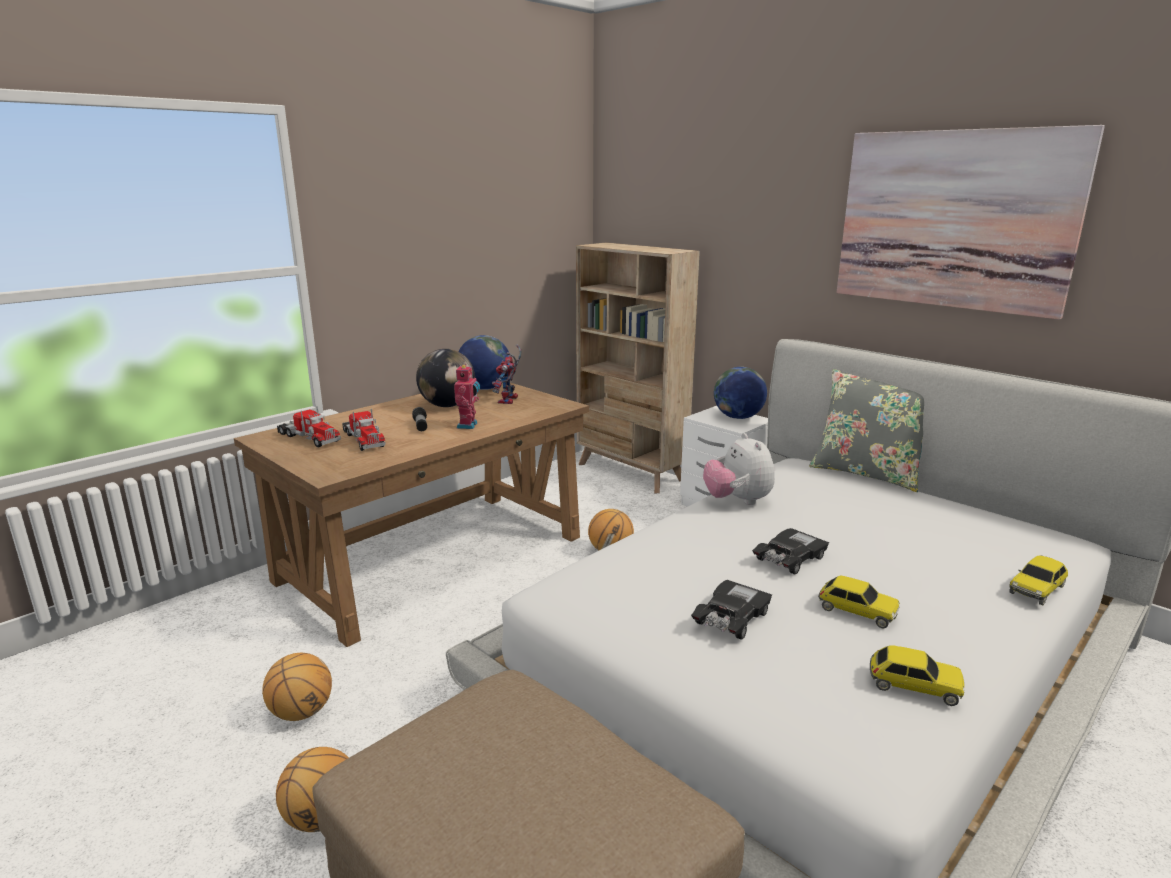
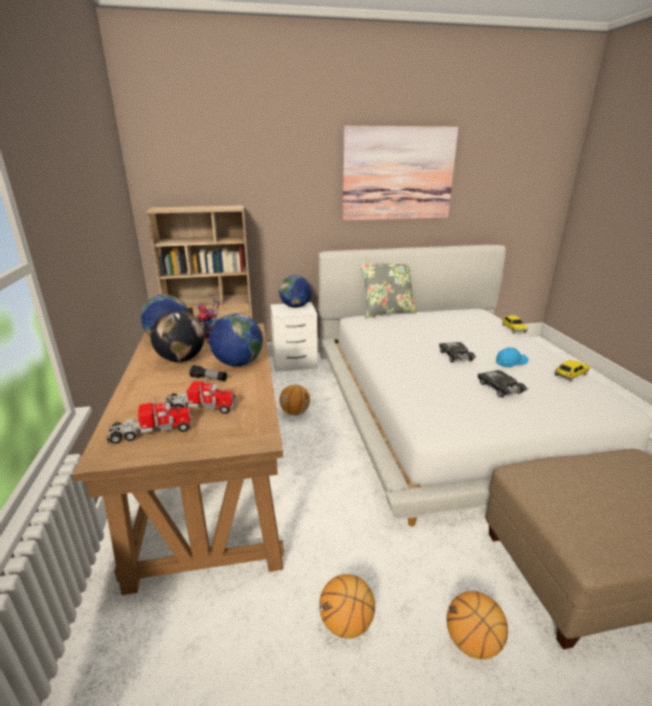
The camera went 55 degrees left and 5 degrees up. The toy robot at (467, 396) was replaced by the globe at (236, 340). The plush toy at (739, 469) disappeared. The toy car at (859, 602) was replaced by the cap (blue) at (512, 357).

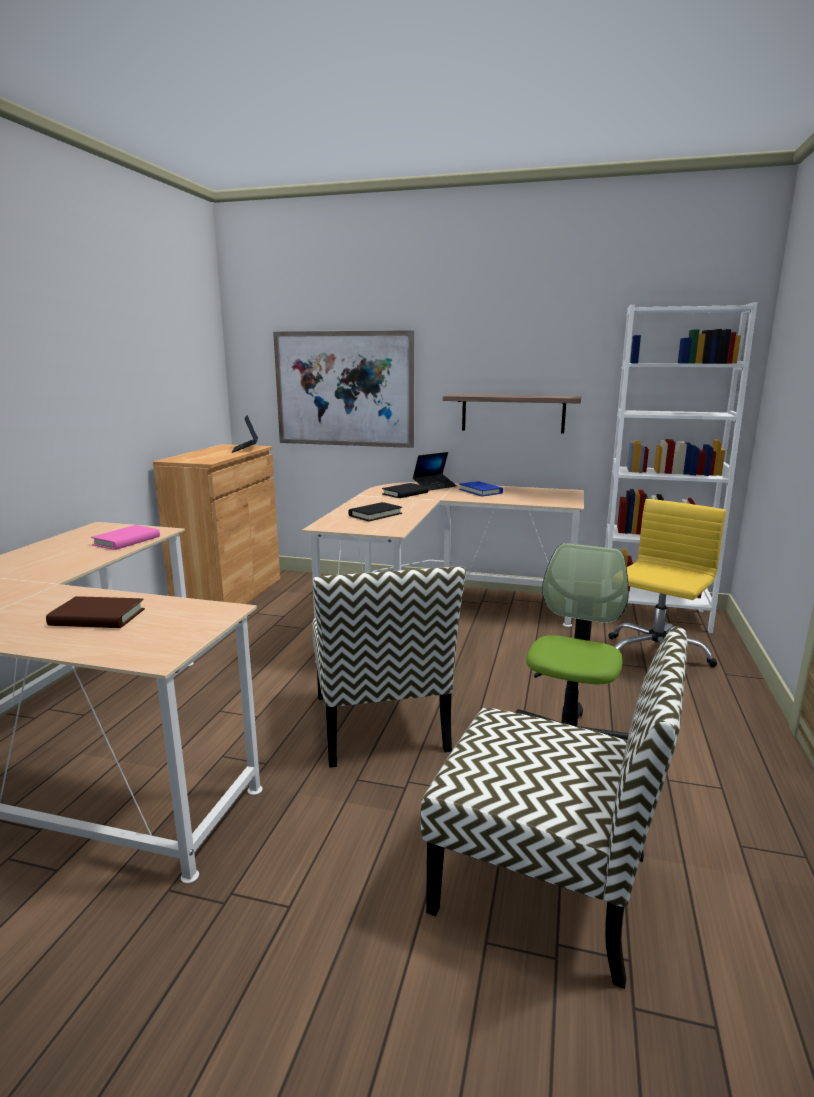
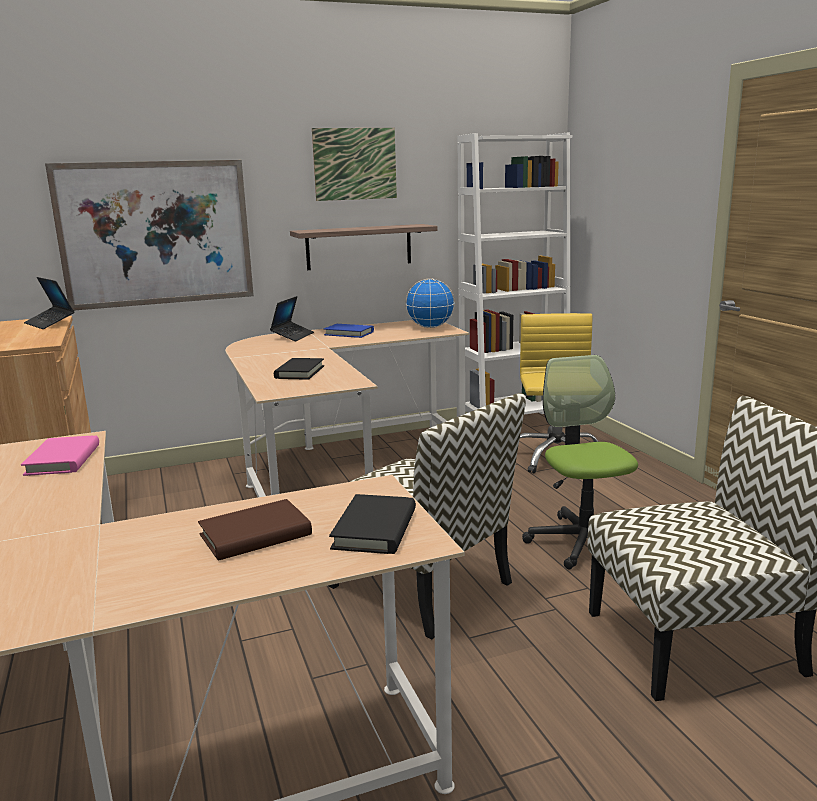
The camera went 35 degrees left and 0 degrees up. The book (black) moved from (405, 490) to (372, 524). The picture at (354, 164) appeared. The globe at (430, 303) appeared.

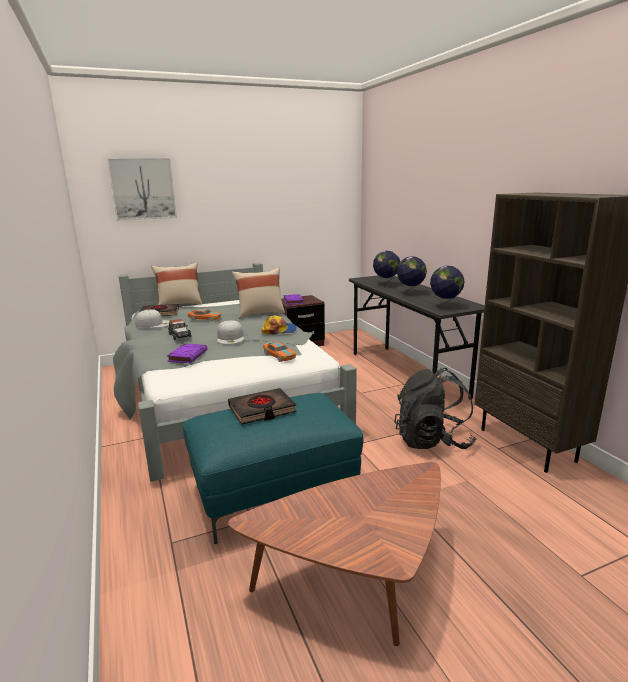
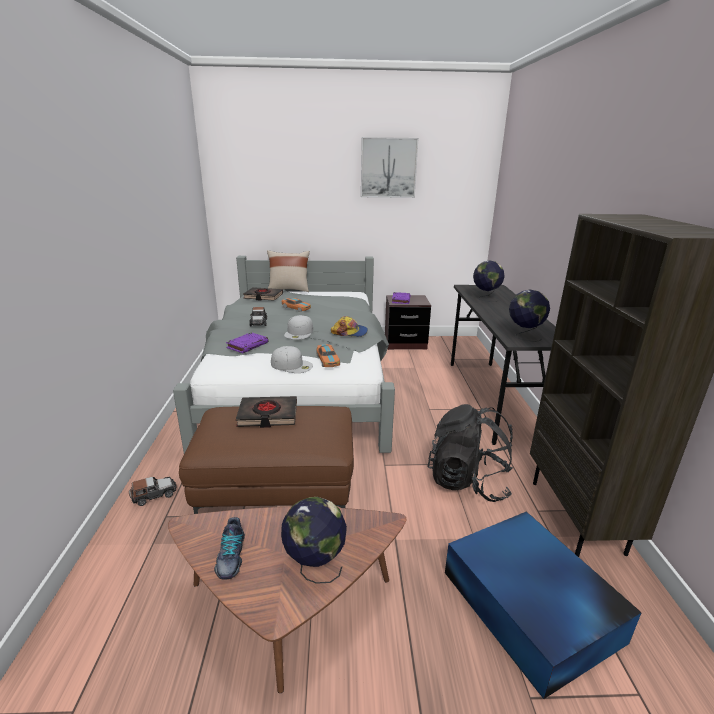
The camera went 20 degrees right and 5 degrees up. The picture moved from (142, 189) to (389, 167). The globe moved from (412, 276) to (314, 540). The pillow (beige) at (258, 293) disappeared. The cap (white) moved from (153, 318) to (292, 359). The ottoman (turquoise) at (273, 468) became the ottoman (brown) at (266, 460). The toy car at (153, 491) appeared. The storage box (blue) at (543, 605) appeared. The shoe at (229, 548) appeared.

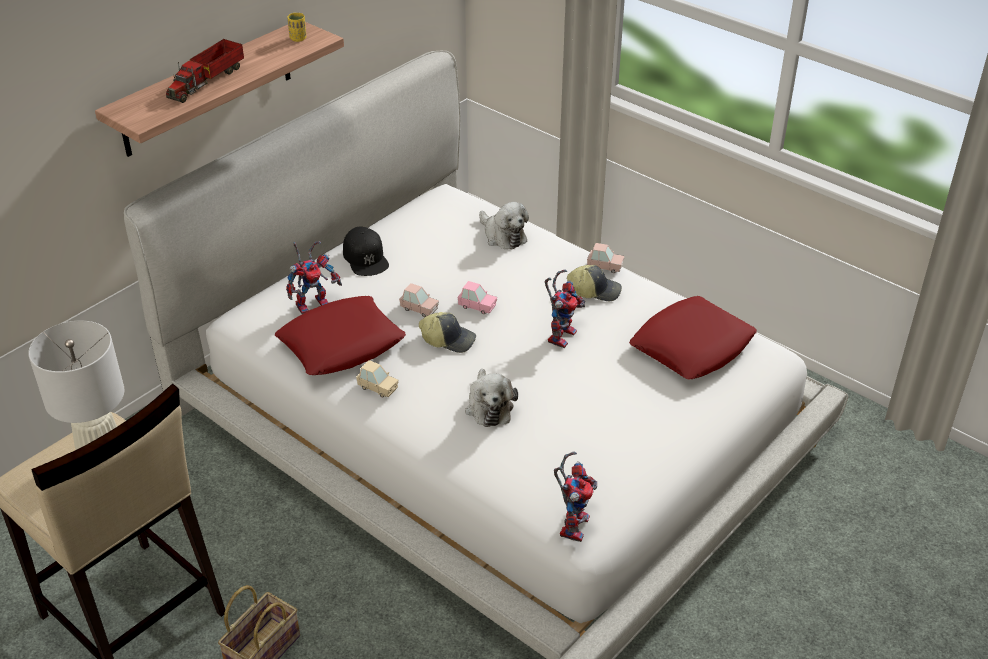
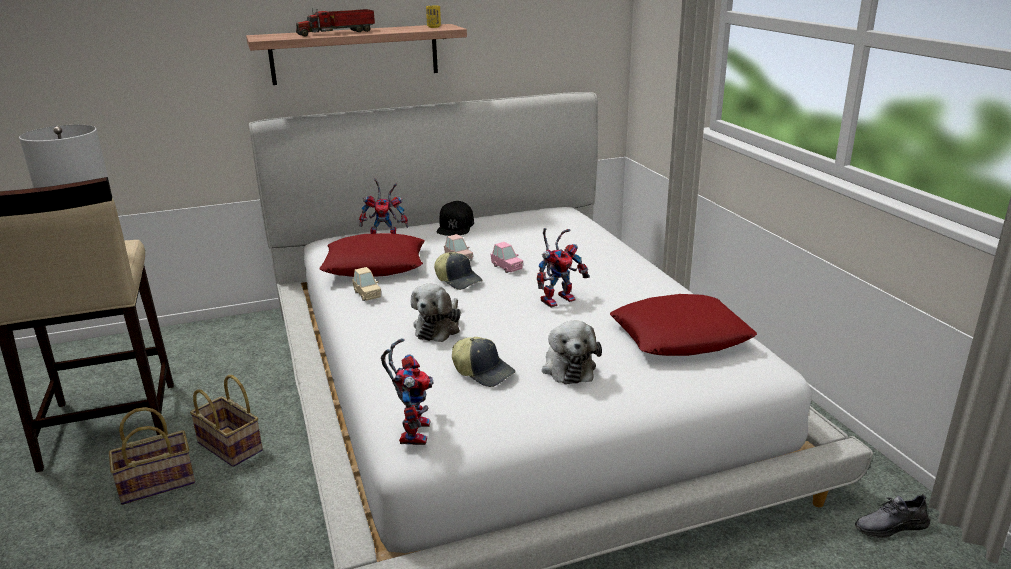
The camera went 30 degrees right and 15 degrees down. The plush toy moved from (504, 226) to (572, 352). The toy car (pink) at (605, 258) disappeared. The cap moved from (594, 283) to (483, 362). The toy robot at (575, 496) turned 45 degrees counterclockwise. The basket at (226, 421) appeared. The shoe (grey) at (892, 516) appeared.

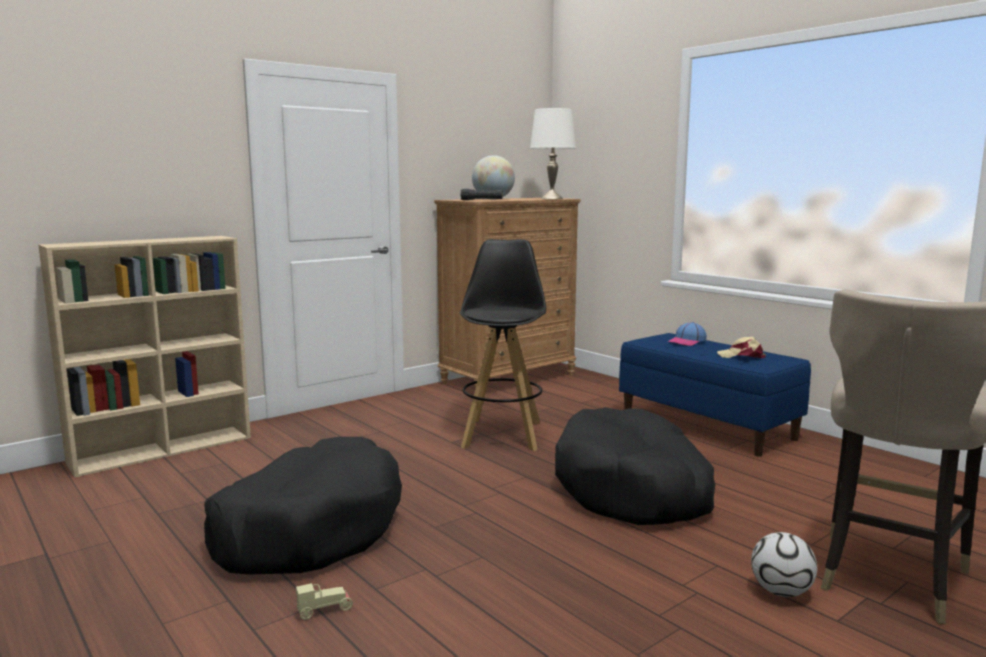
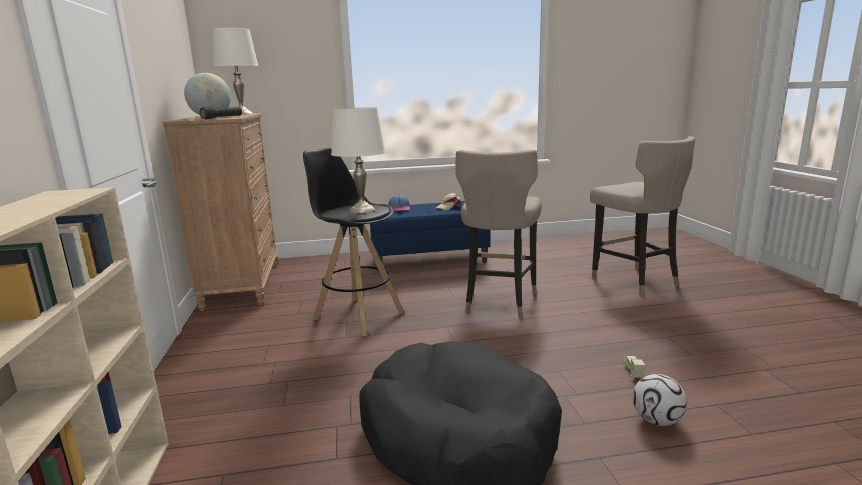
The camera went 60 degrees left and 5 degrees up. The dog bed (black) at (635, 466) was replaced by the stool (beige) at (499, 234). The football moved from (784, 564) to (660, 400). The toy car (beige) moved from (324, 601) to (634, 368). The table lamp (white) at (358, 160) appeared.

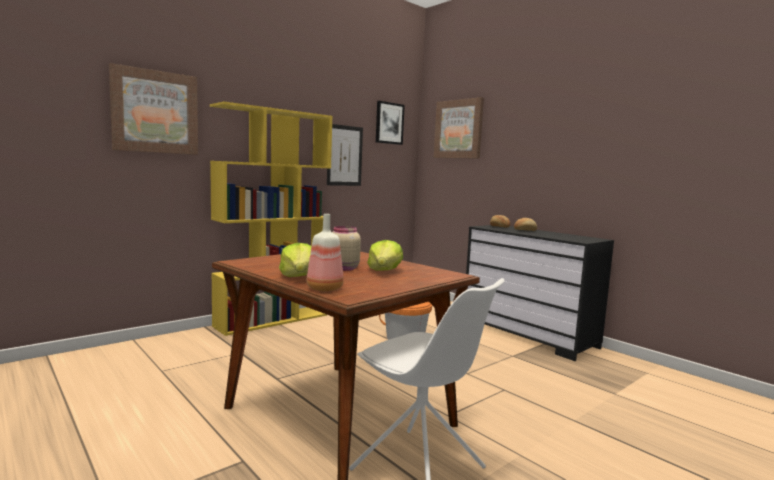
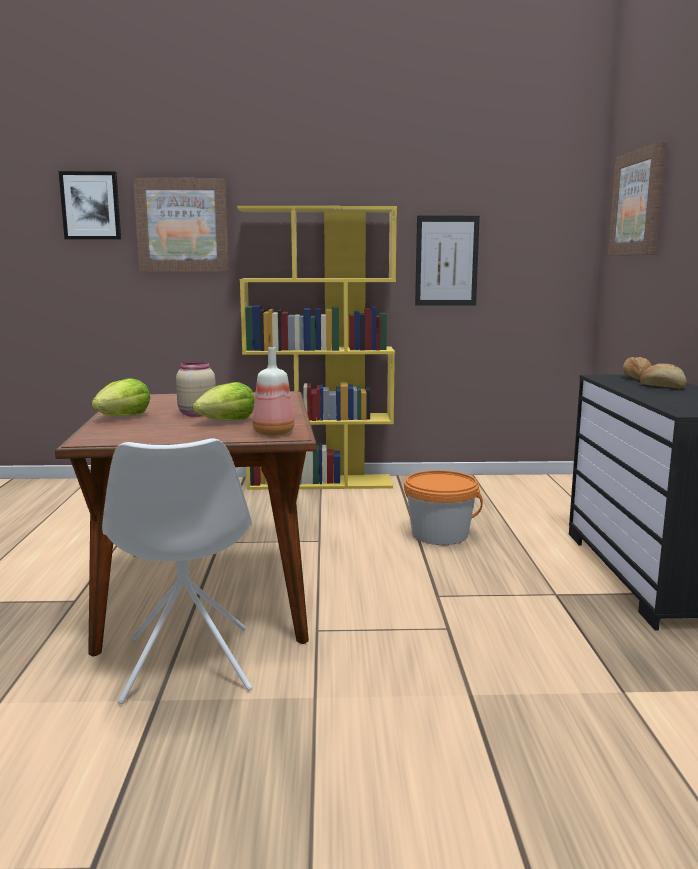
The camera went 40 degrees right and 5 degrees up. The picture moved from (390, 123) to (90, 205). The bottle moved from (325, 252) to (273, 391).

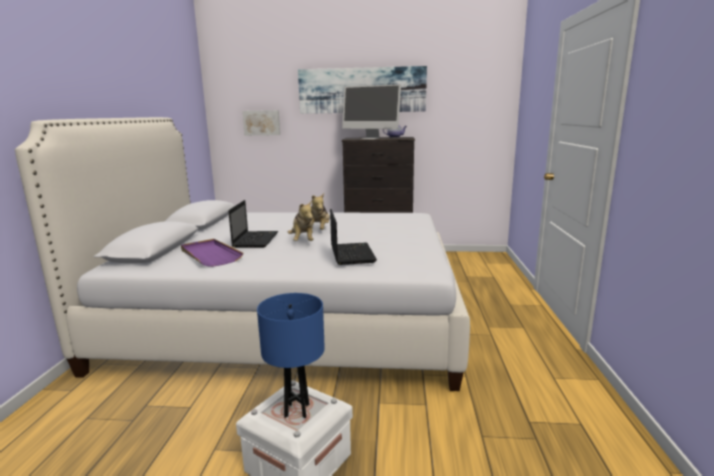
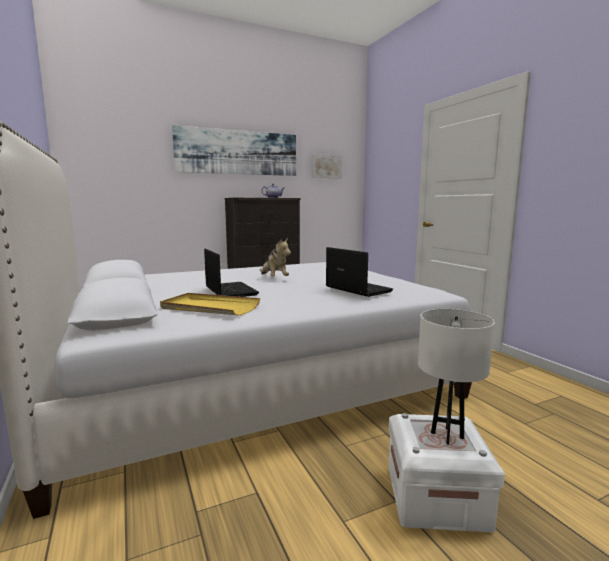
The camera went 30 degrees left and 5 degrees down. The monitor at (371, 111) disappeared. The picture moved from (261, 123) to (327, 166). The plush toy at (300, 220) disappeared. The tray (purple) at (212, 253) became the tray (yellow) at (210, 304). The table lamp (blue) at (291, 355) became the table lamp (white) at (456, 377).

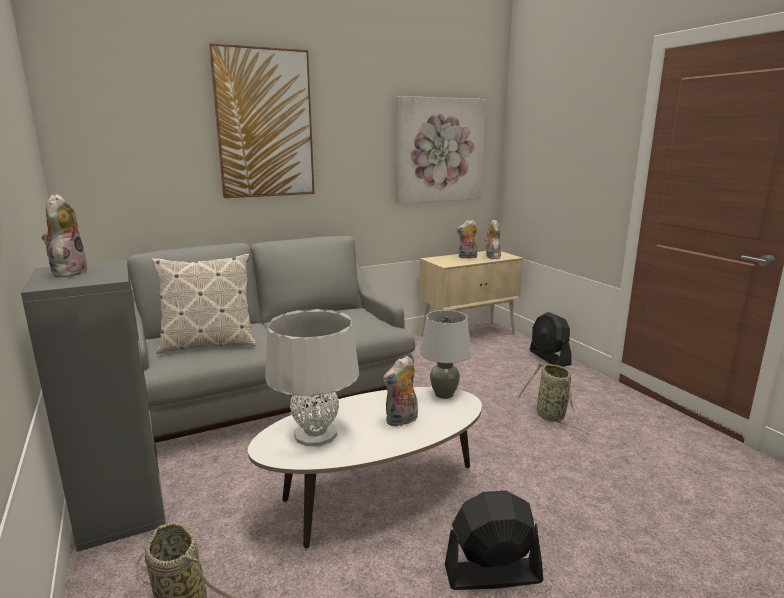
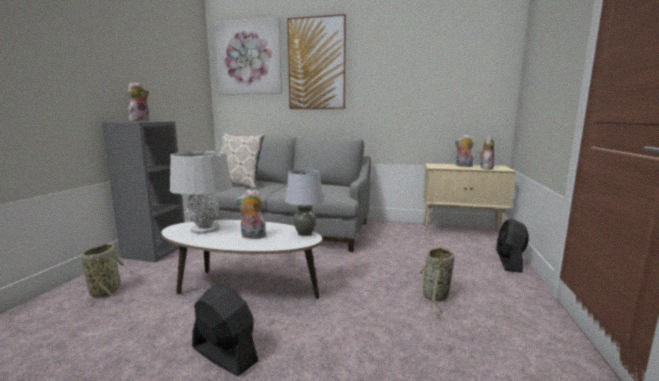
The camera went 40 degrees right and 5 degrees down. The picture moved from (440, 150) to (247, 56).

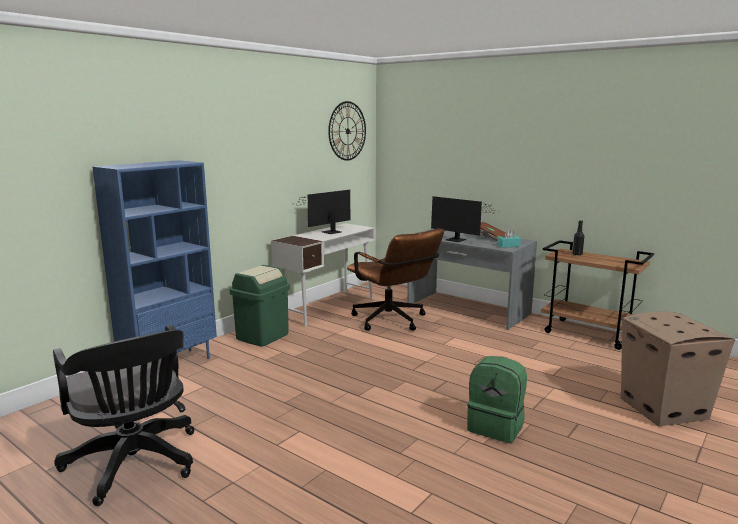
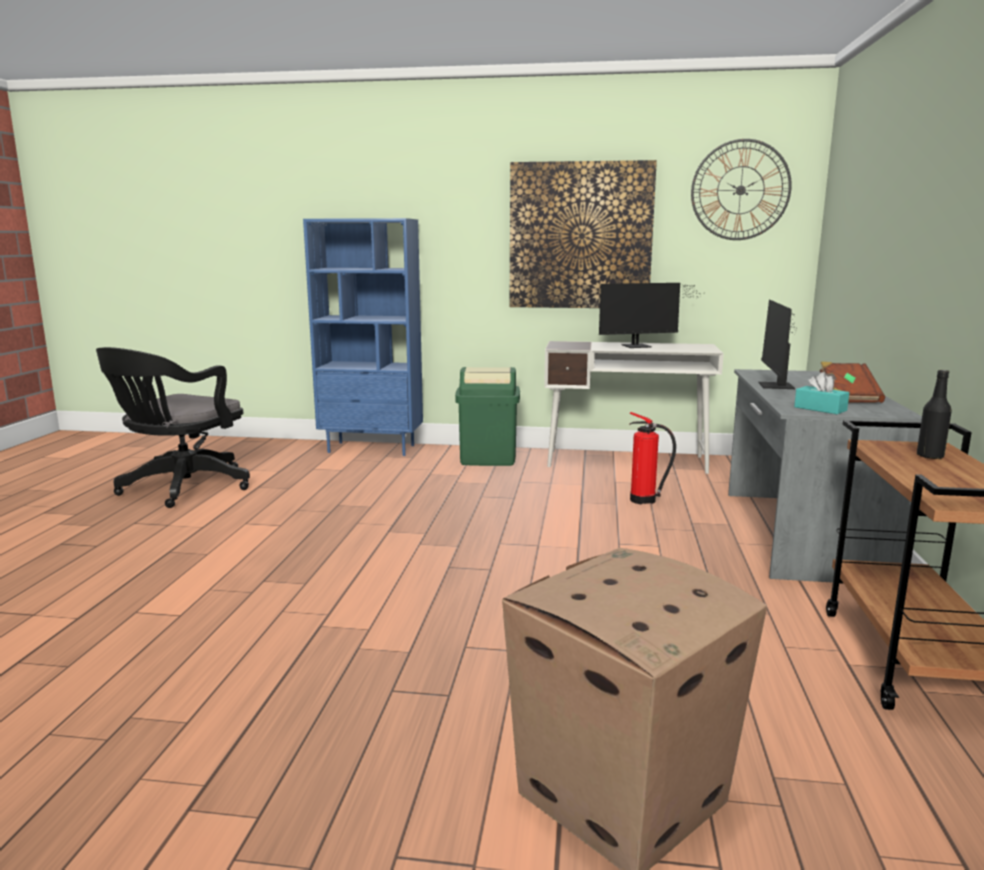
The camera went 60 degrees right and 0 degrees up. The monitor at (322, 212) turned 150 degrees clockwise. The office chair (brown) at (395, 280) was replaced by the fire extinguisher at (652, 458). The backpack (green) at (497, 399) disappeared. The picture at (583, 234) appeared.

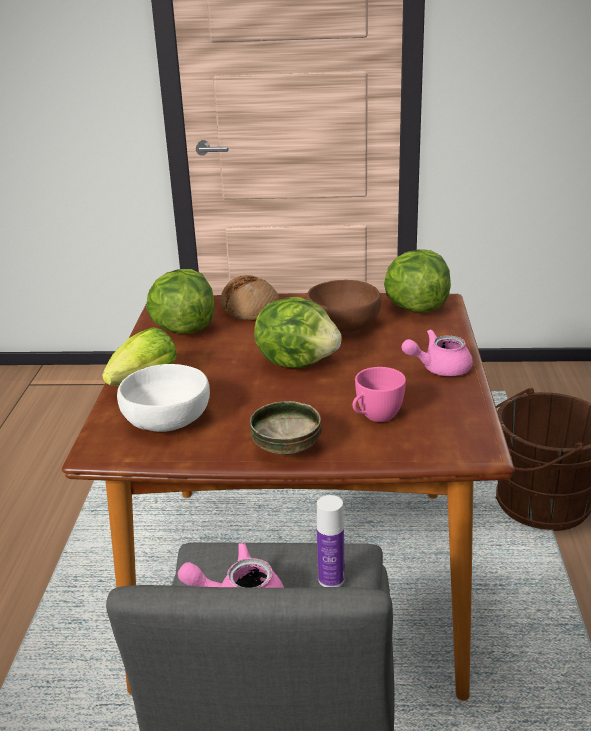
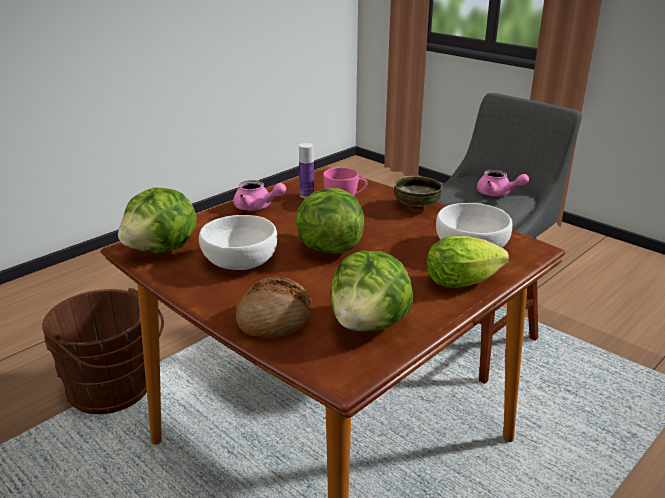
The camera went 140 degrees left and 0 degrees up. The bowl (brown) at (343, 306) became the bowl (white) at (238, 242). The bottle moved from (331, 541) to (306, 170).

